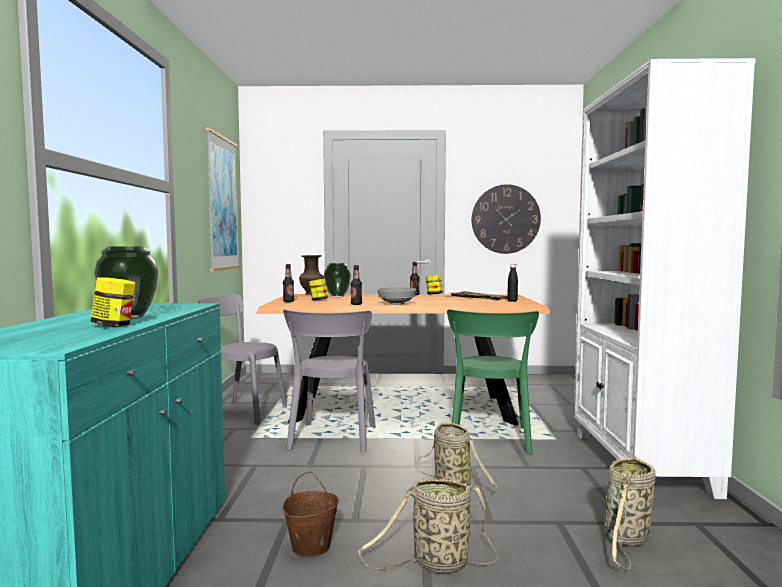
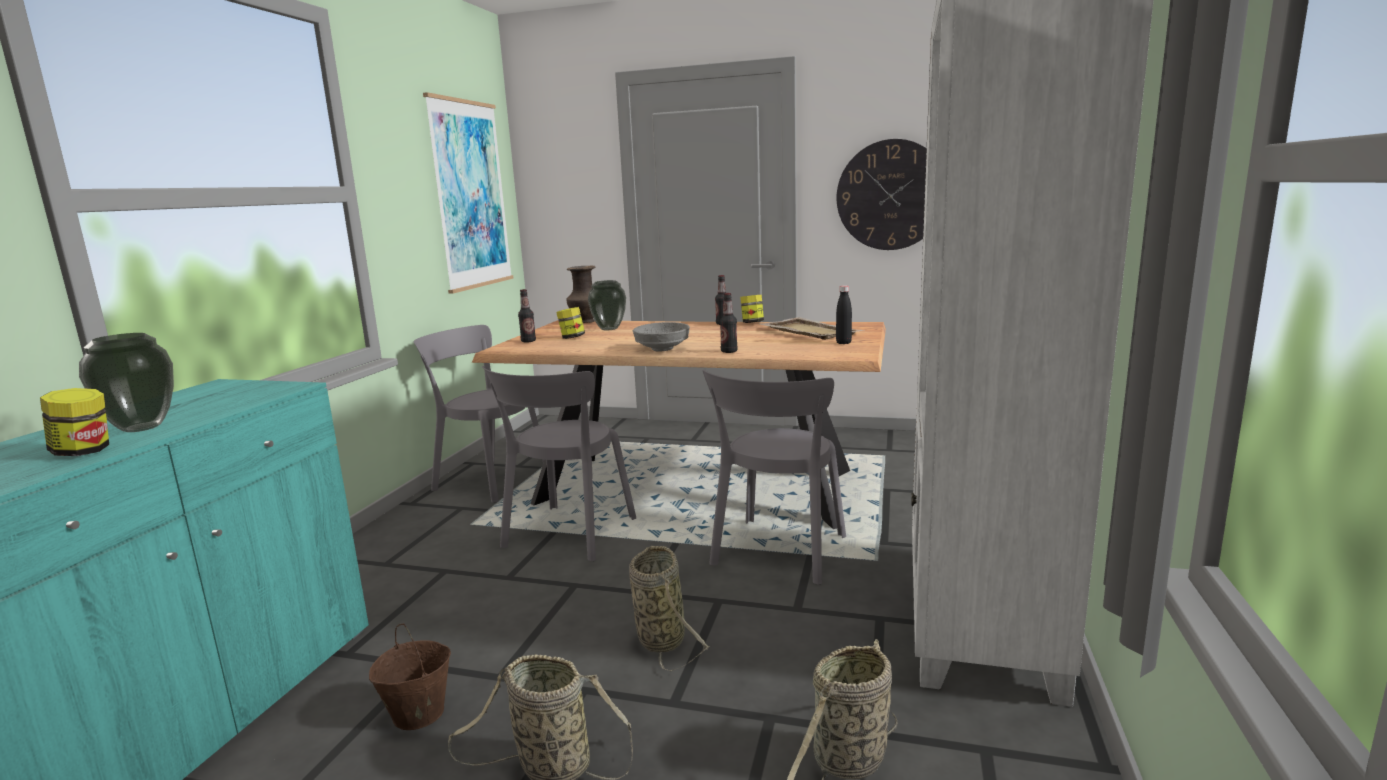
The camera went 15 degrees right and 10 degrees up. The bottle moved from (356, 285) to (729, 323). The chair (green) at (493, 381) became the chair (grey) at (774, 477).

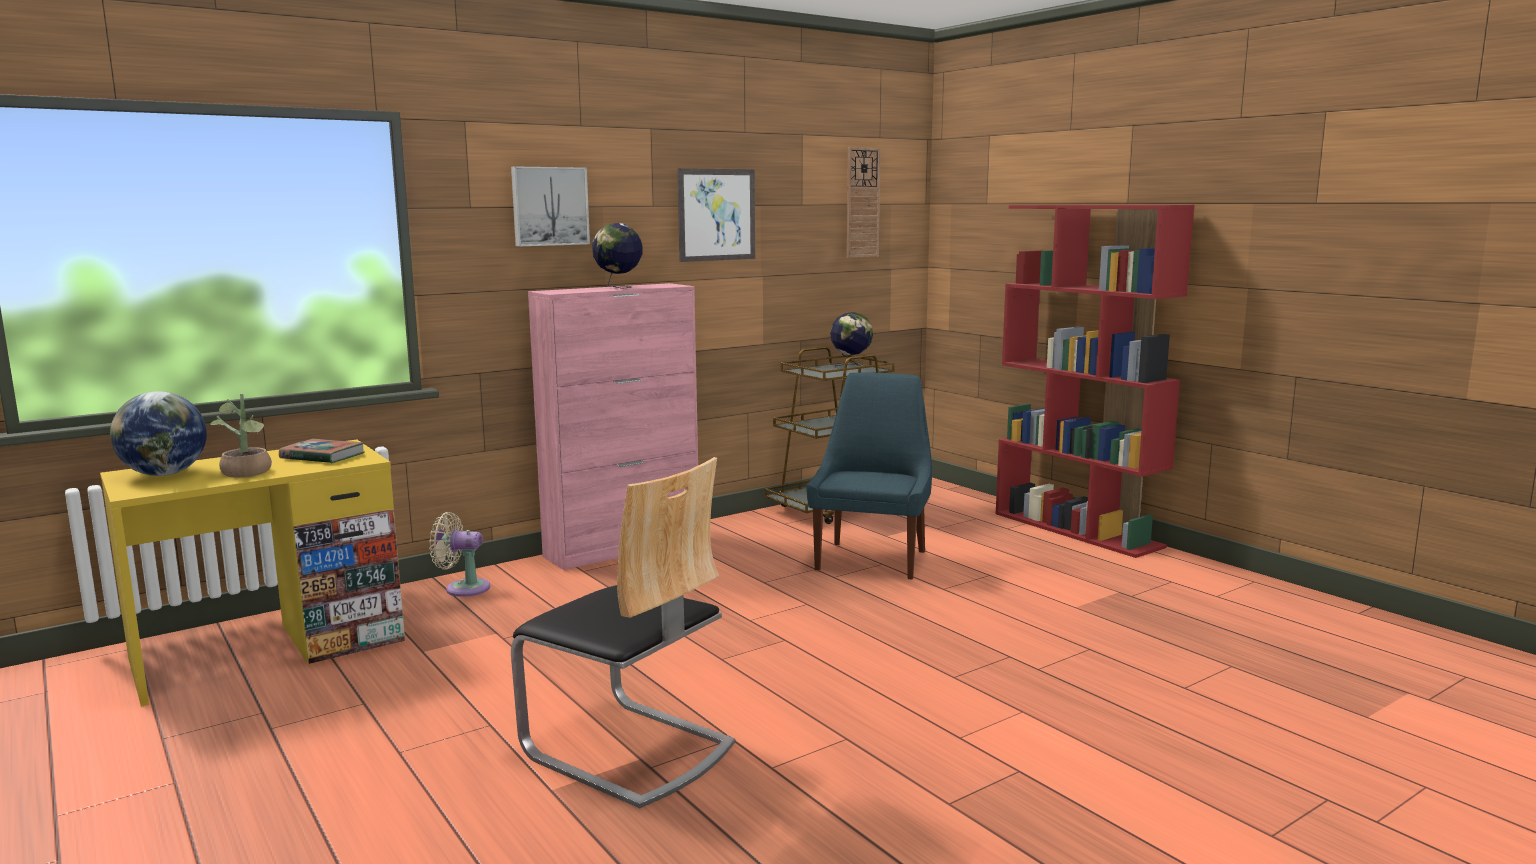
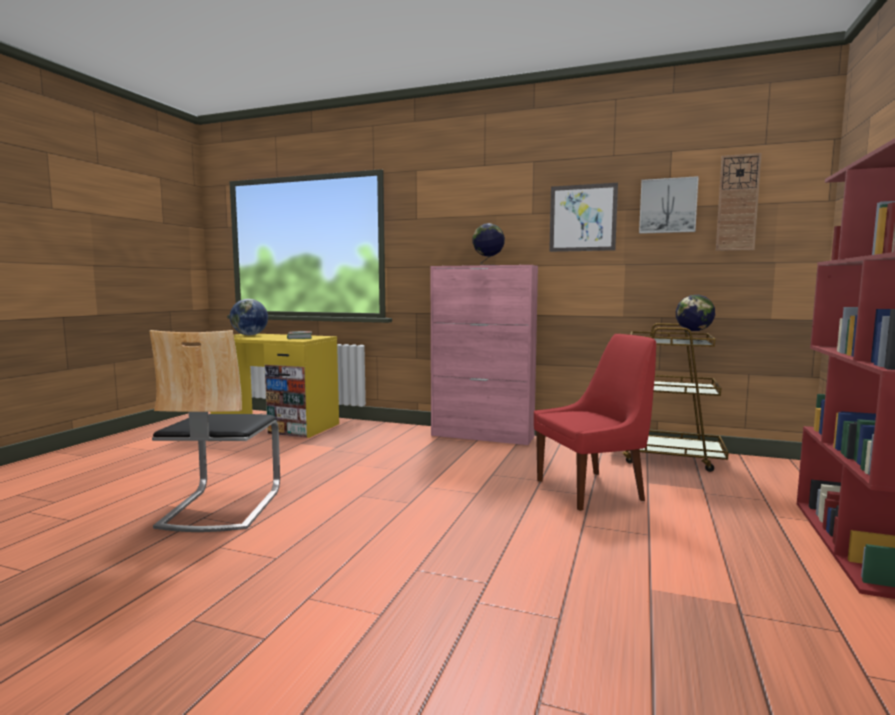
The camera went 55 degrees right and 5 degrees down. The picture moved from (550, 206) to (669, 205). The chair (blue) at (869, 476) became the chair (red) at (595, 422). The potted plant at (241, 435) disappeared. The fan (beige) at (459, 554) disappeared.

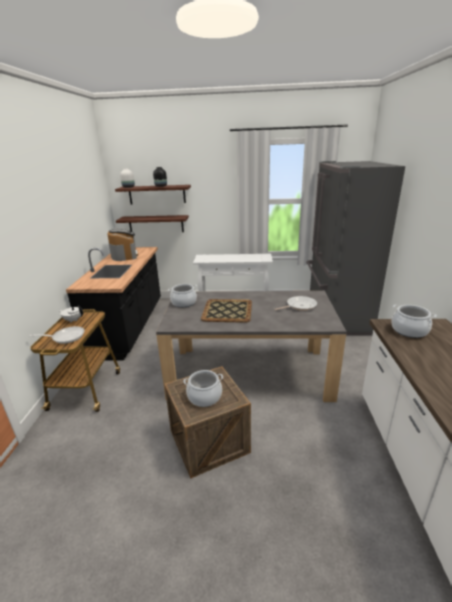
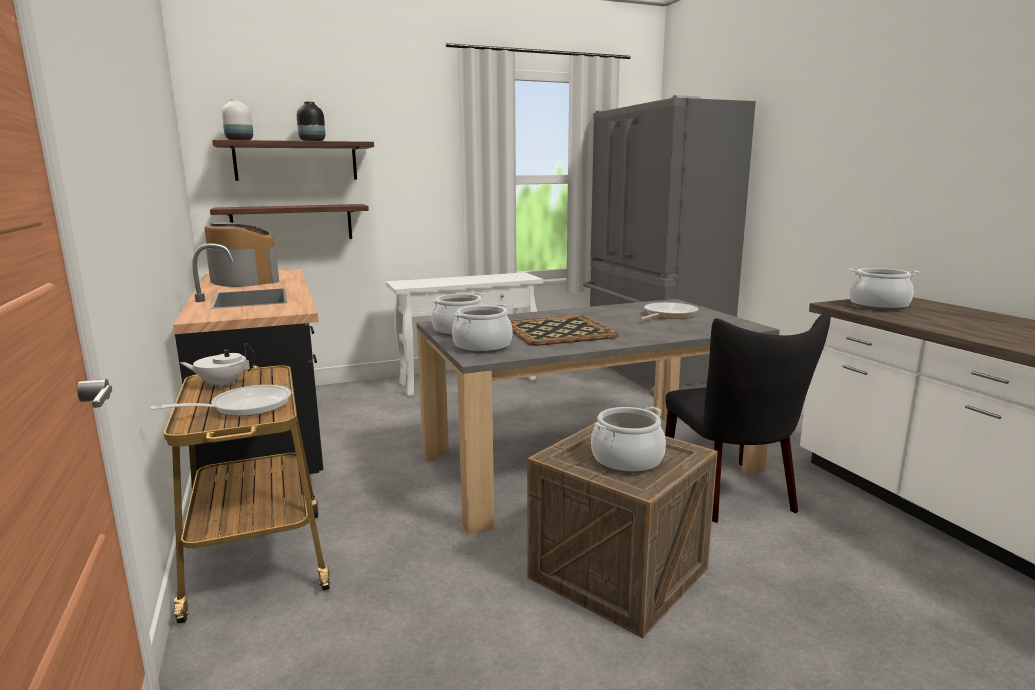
The camera went 25 degrees left and 10 degrees down. The cooking pot at (482, 328) appeared. The chair (black) at (748, 417) appeared.

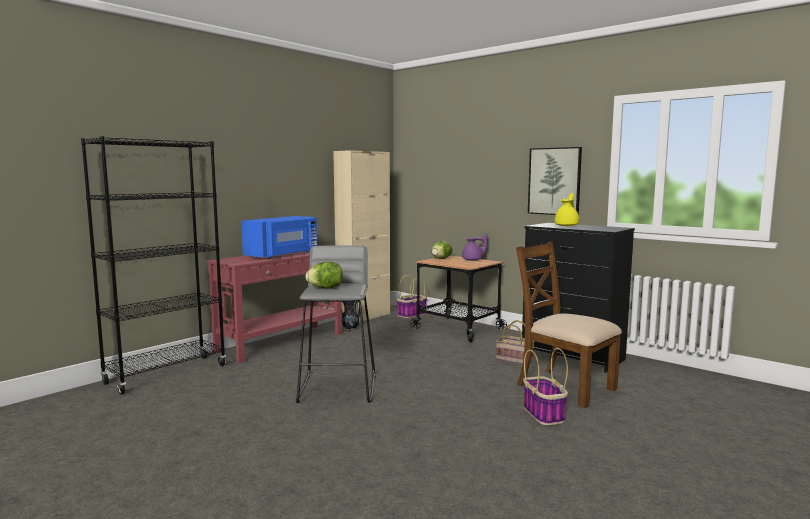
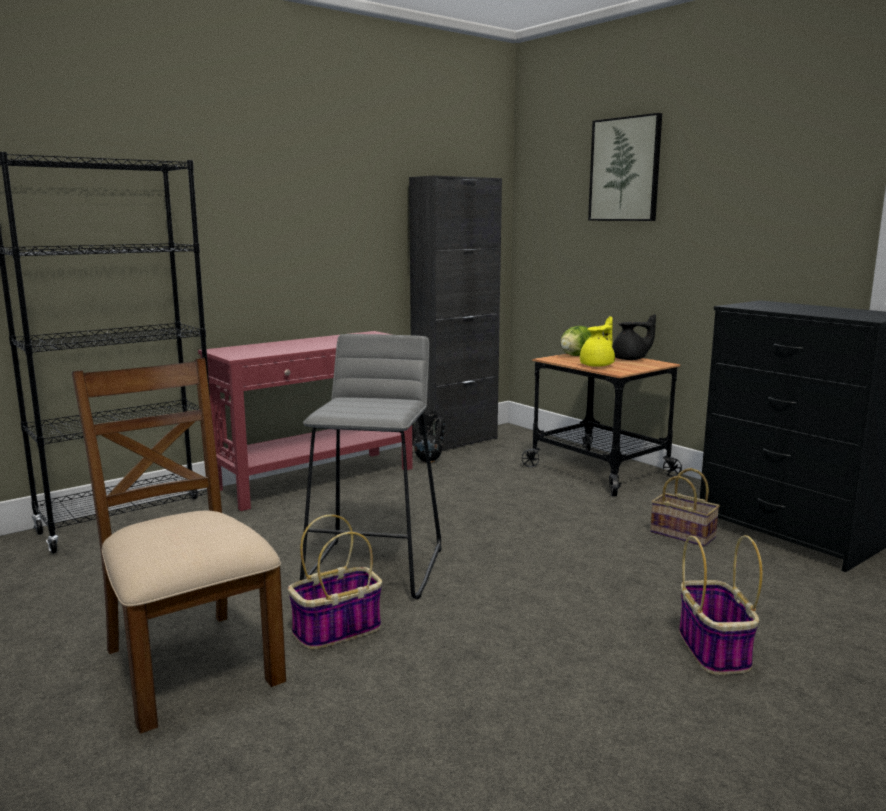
The camera went 10 degrees right and 5 degrees up. The picture moved from (555, 181) to (625, 167). The cabinet (beige) at (361, 236) became the cabinet (black) at (455, 313). The teapot (yellow) moved from (567, 209) to (597, 341). The microwave (blue) at (279, 237) disappeared. The teapot (purple) at (474, 246) became the teapot (black) at (634, 337). The chair (brown) moved from (569, 325) to (179, 546). The lettuce at (324, 275) disappeared. The basket moved from (412, 296) to (335, 581).

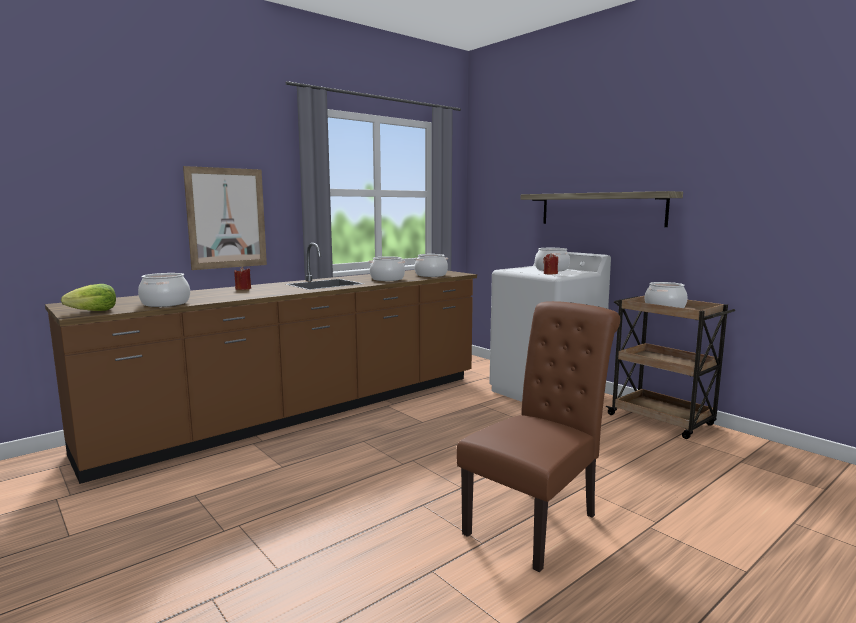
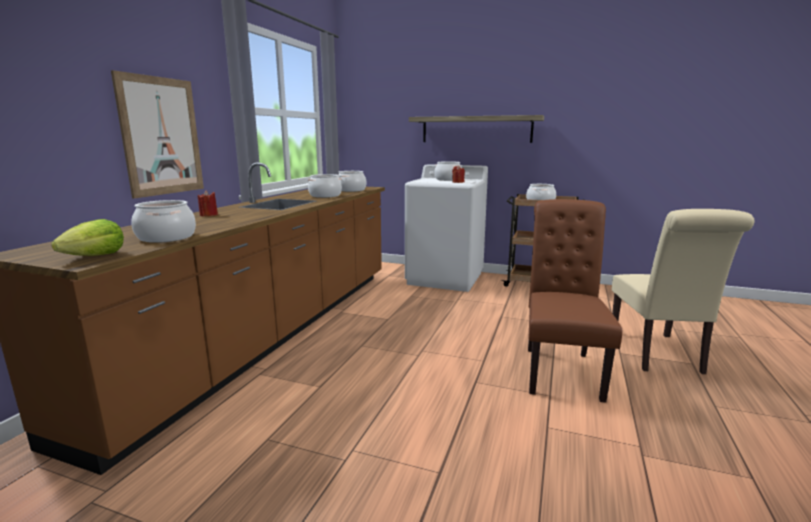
The camera went 30 degrees left and 5 degrees up. The chair (beige) at (683, 291) appeared.

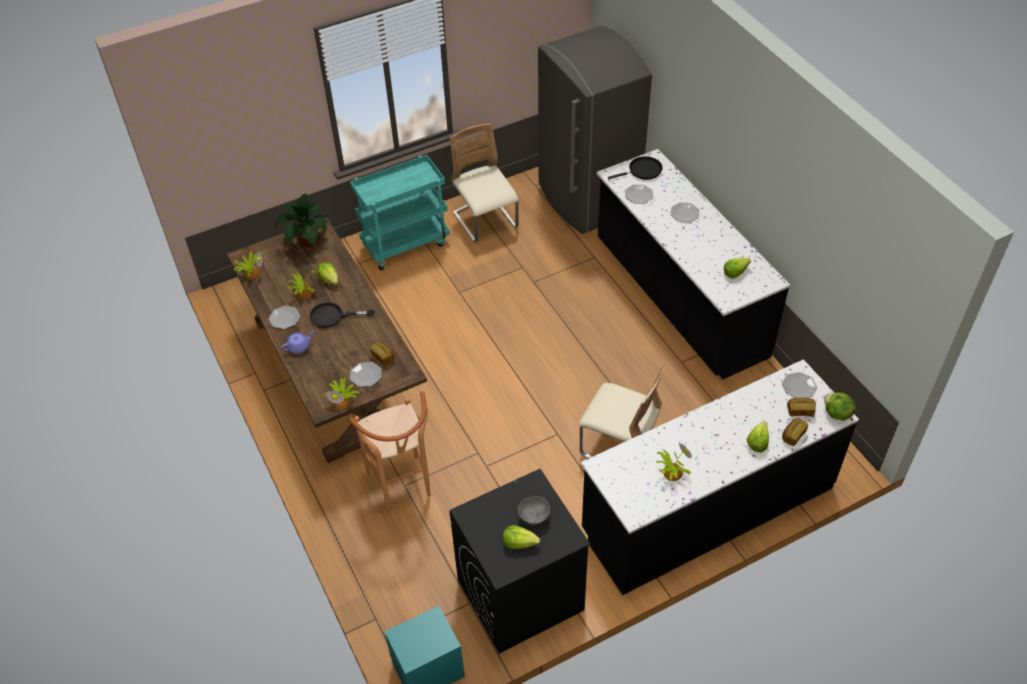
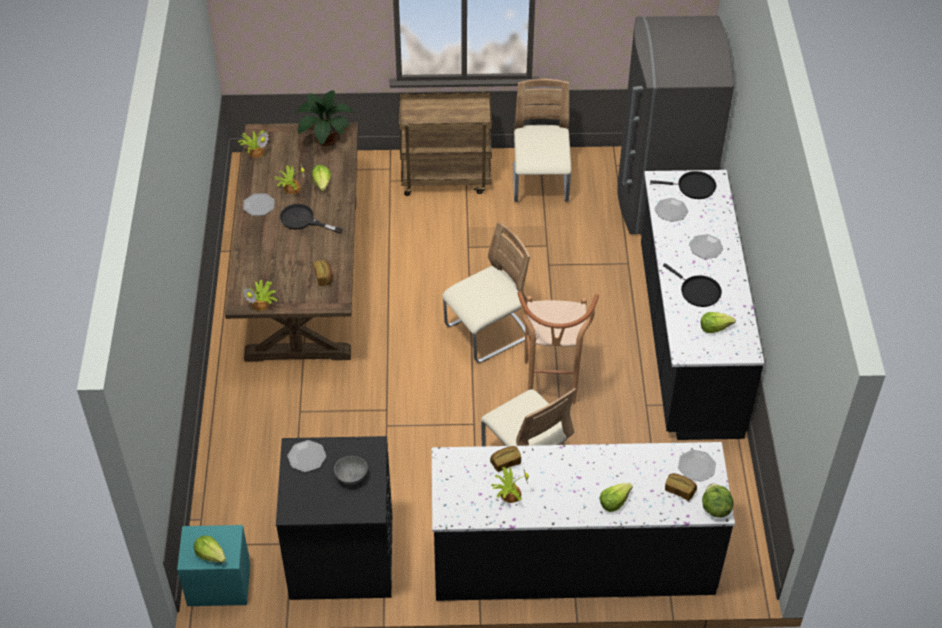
The camera went 25 degrees right and 0 degrees up. The cart (turquoise) at (400, 212) became the cart (brown) at (445, 143). The teapot (purple) at (297, 342) disappeared. The plate moved from (365, 374) to (306, 456). The stool (brown) moved from (389, 451) to (558, 347). The bread moved from (795, 432) to (505, 459). The lettuce moved from (521, 537) to (210, 549). The chair (beige) at (486, 292) appeared. The frying pan (black) at (692, 285) appeared.

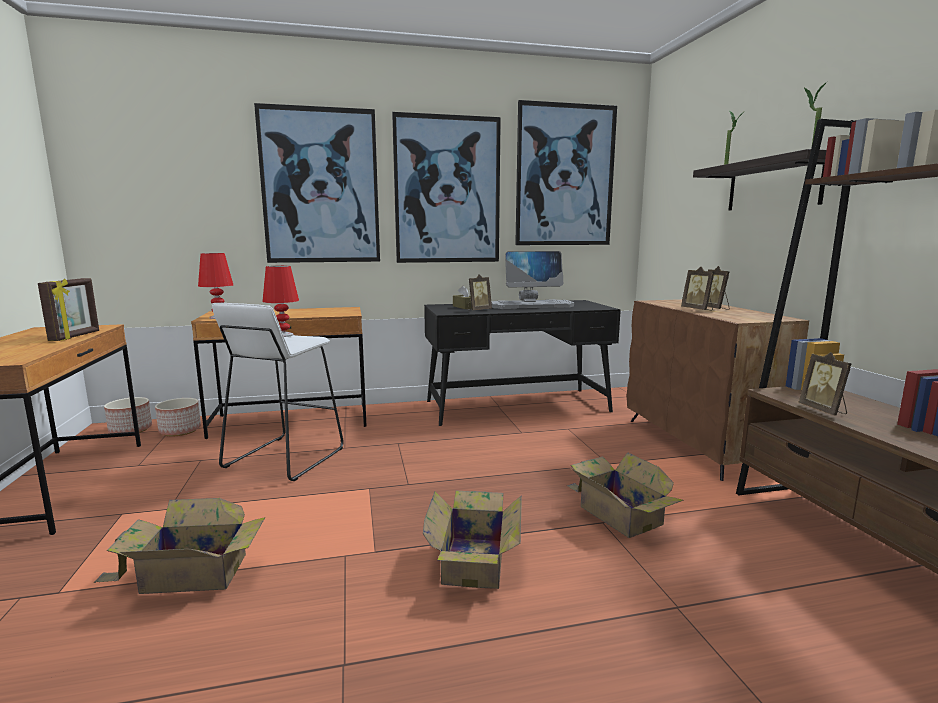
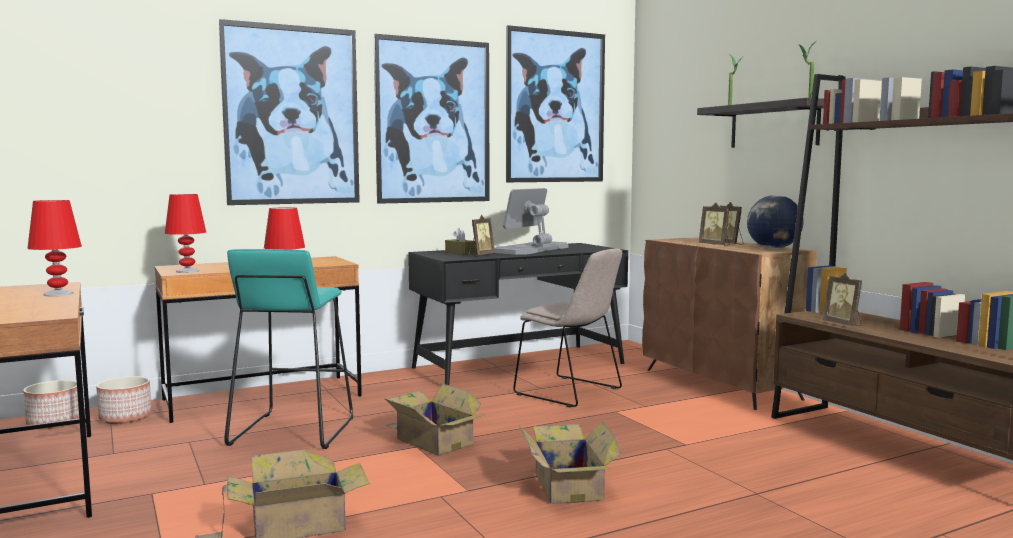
The camera went 15 degrees left and 5 degrees down. The monitor at (532, 280) turned 150 degrees clockwise. The picture frame at (68, 309) was replaced by the table lamp (red) at (55, 248). The stool (white) at (278, 392) became the stool (turquoise) at (288, 349). The cardboard box moved from (625, 495) to (434, 420). The globe at (775, 222) appeared. The chair (beige) at (567, 328) appeared.

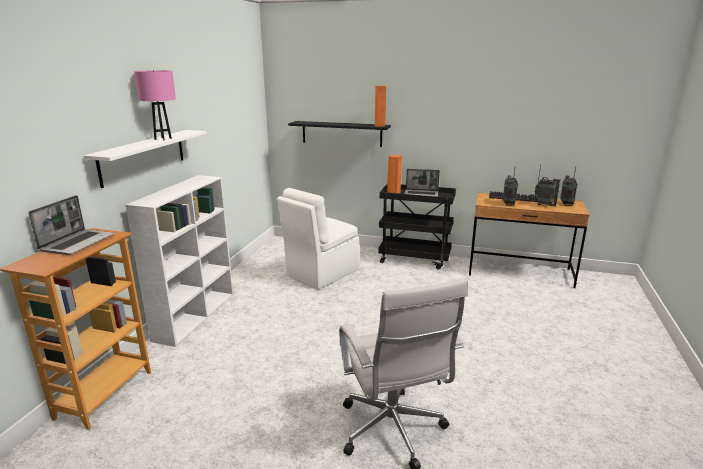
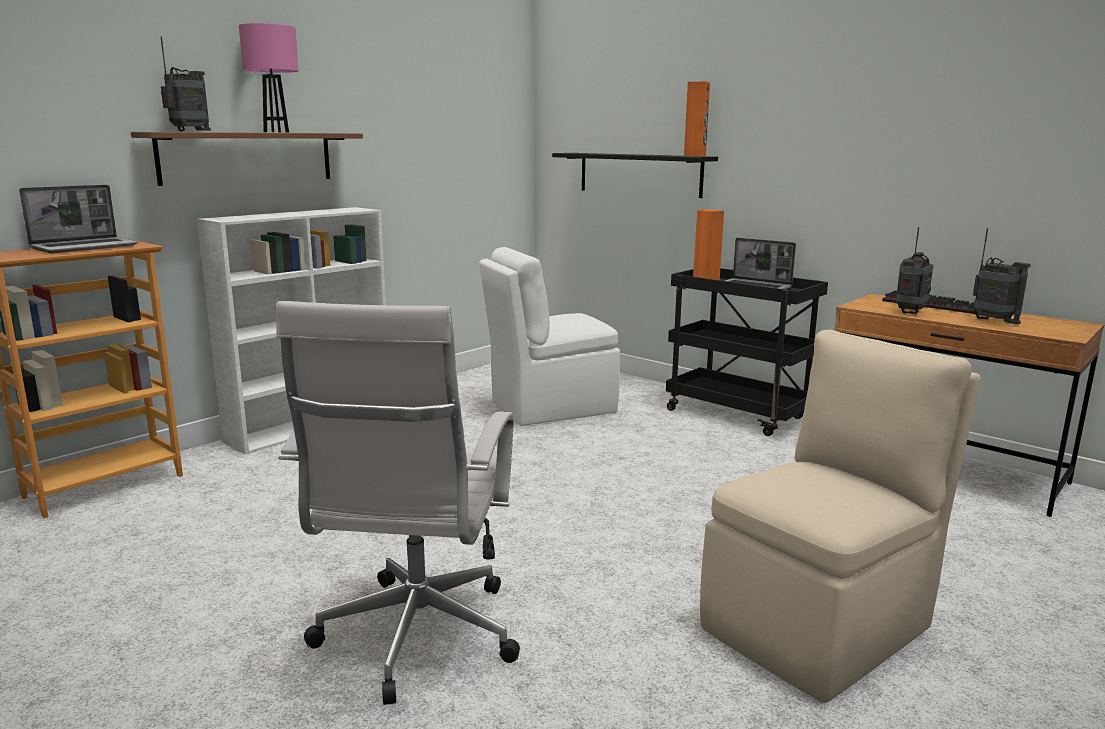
The camera went 25 degrees right and 5 degrees down. The shelf (white) at (145, 159) became the shelf (brown) at (247, 159). The radio moved from (569, 186) to (186, 84). The chair (beige) at (840, 516) appeared.

